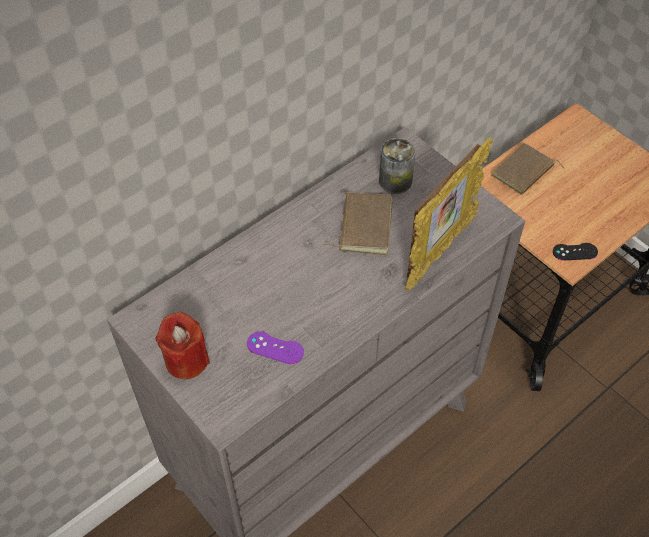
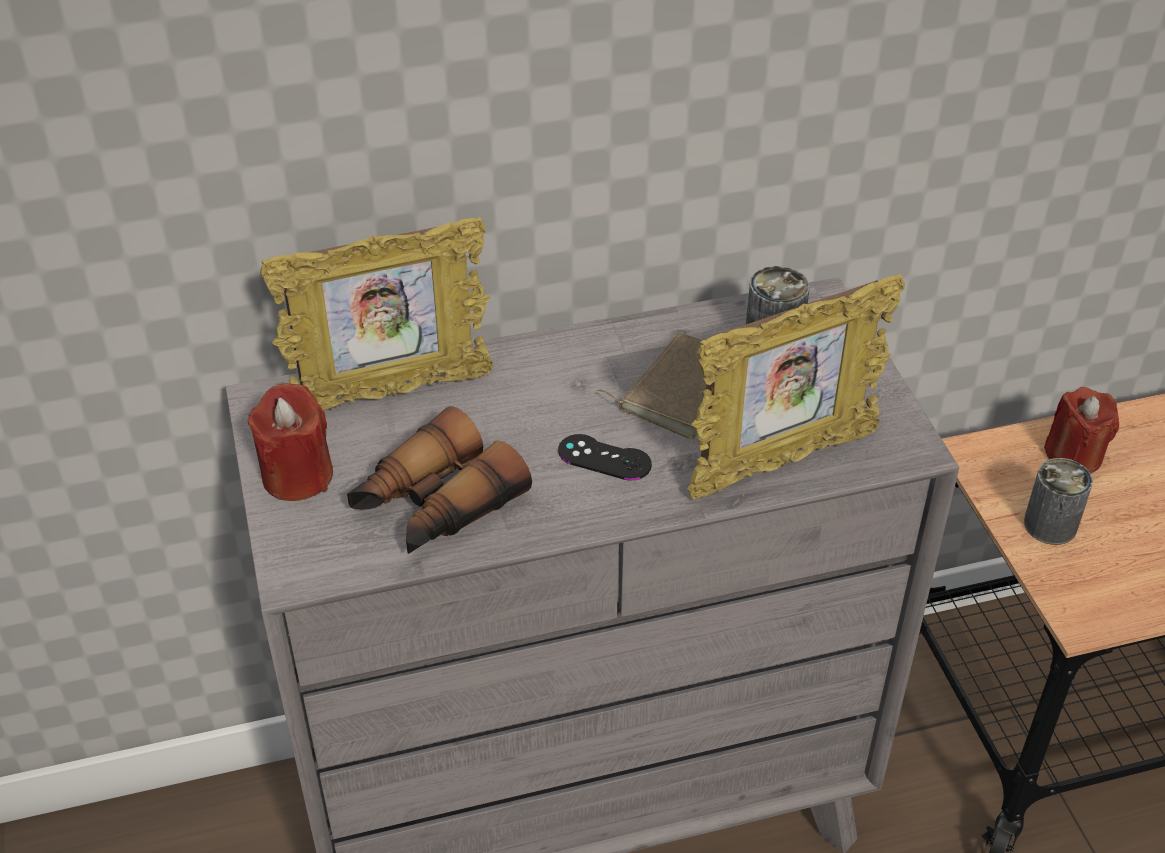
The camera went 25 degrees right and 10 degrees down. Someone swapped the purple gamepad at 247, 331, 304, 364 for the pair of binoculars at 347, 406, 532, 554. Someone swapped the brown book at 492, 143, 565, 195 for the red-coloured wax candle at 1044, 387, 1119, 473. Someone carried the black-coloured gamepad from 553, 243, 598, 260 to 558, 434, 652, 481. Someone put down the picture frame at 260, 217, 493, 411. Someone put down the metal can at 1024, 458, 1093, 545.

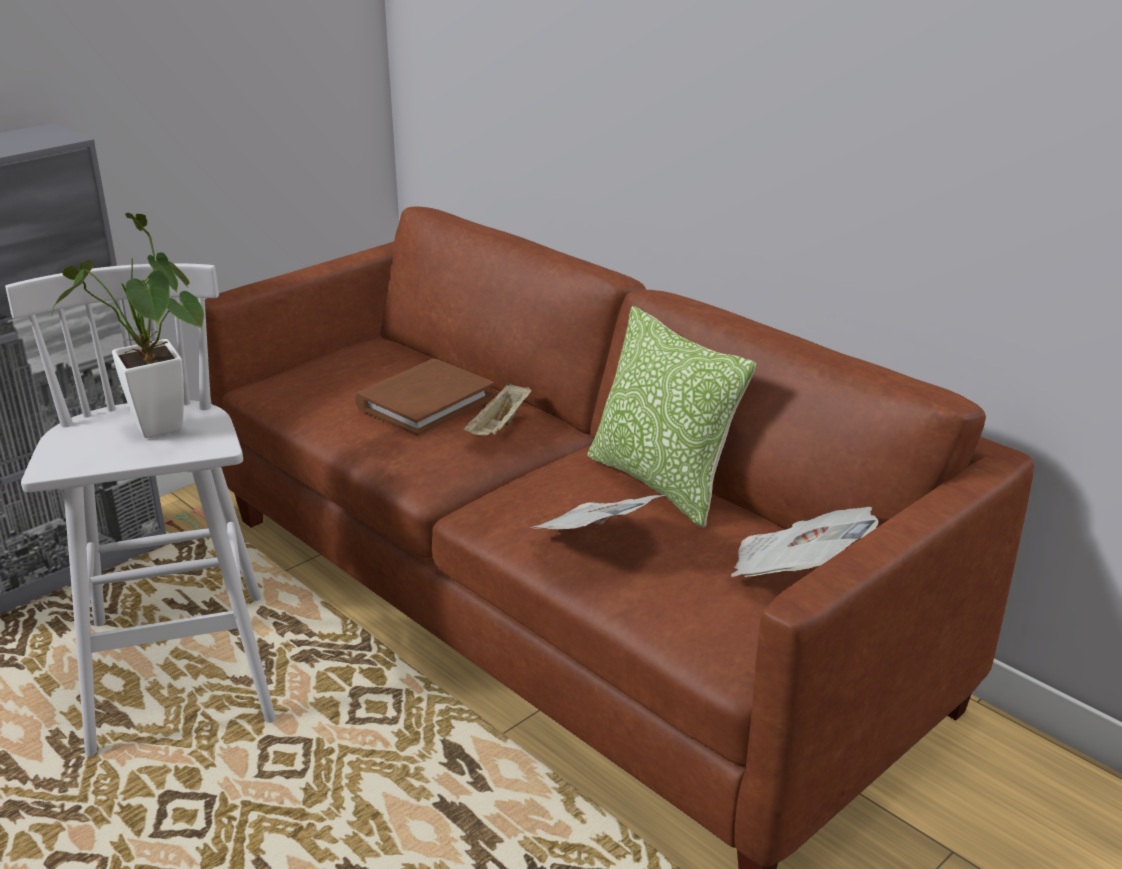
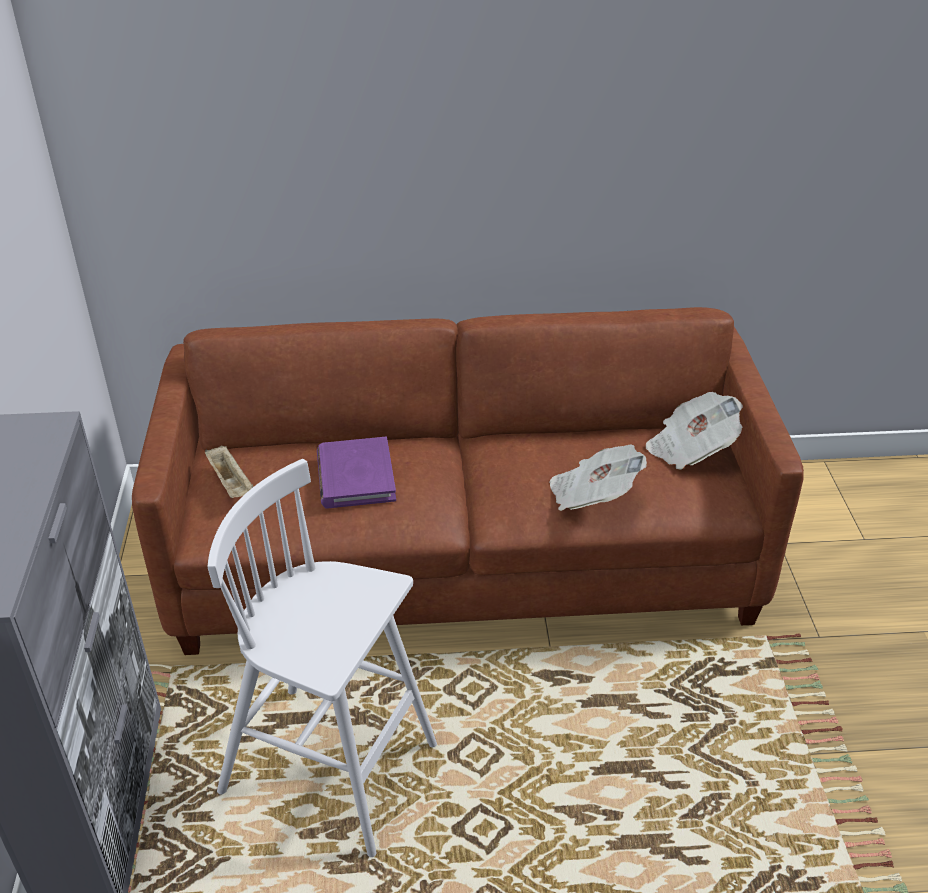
The camera went 50 degrees left and 10 degrees up. Someone took away the potted plant at 51, 213, 204, 438. Someone repainted the brown book at 355, 359, 494, 436, which became the purple book at 317, 437, 396, 509. Someone carried the beige-coloured serving tray from 464, 382, 531, 435 to 205, 445, 253, 498. Someone took away the cushion at 587, 306, 756, 528.

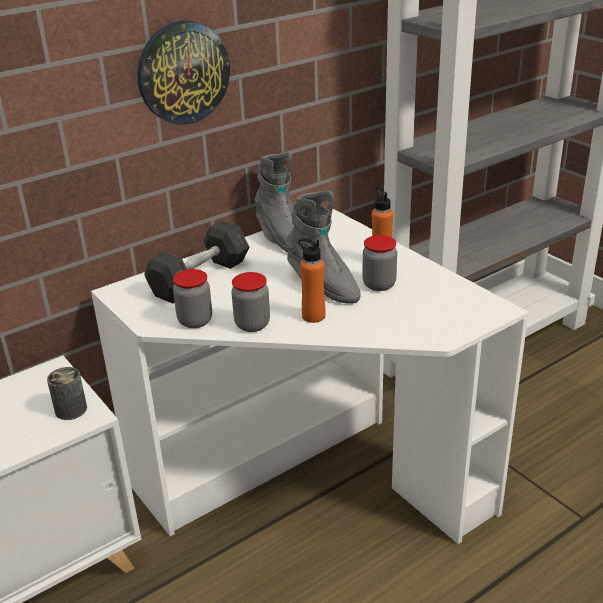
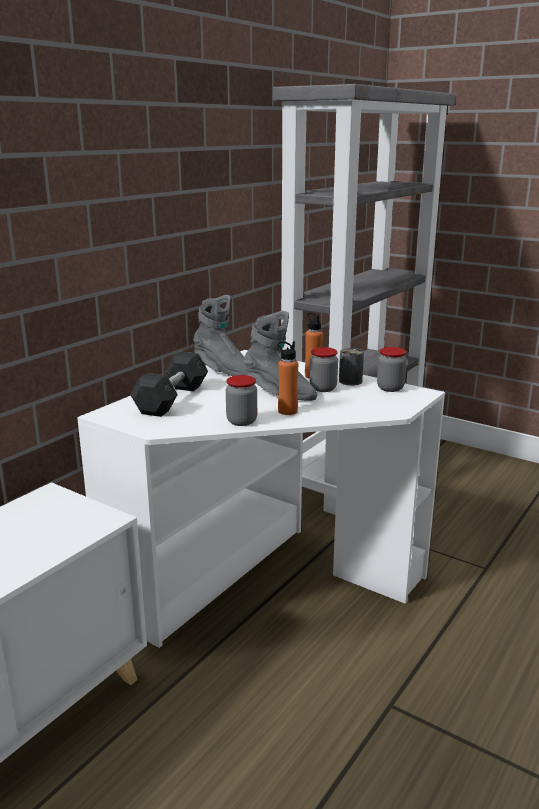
The camera went 20 degrees left and 10 degrees down. Someone carried the metal can from 47, 367, 87, 420 to 339, 348, 364, 385. Someone took away the wall clock at 137, 21, 230, 125. Someone carried the preserve jar from 173, 269, 212, 328 to 377, 347, 407, 392.

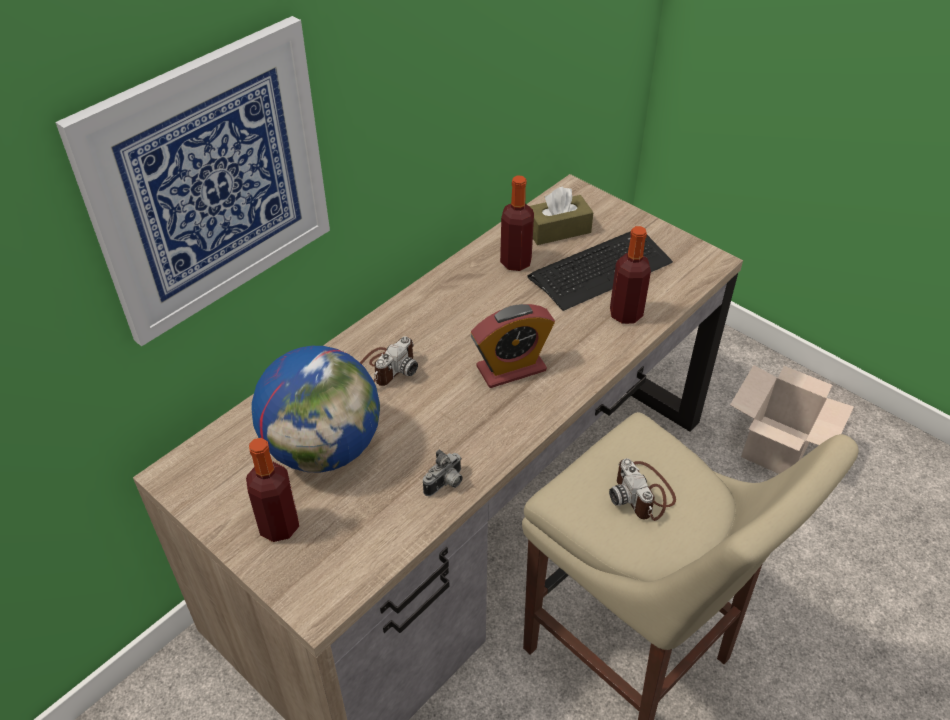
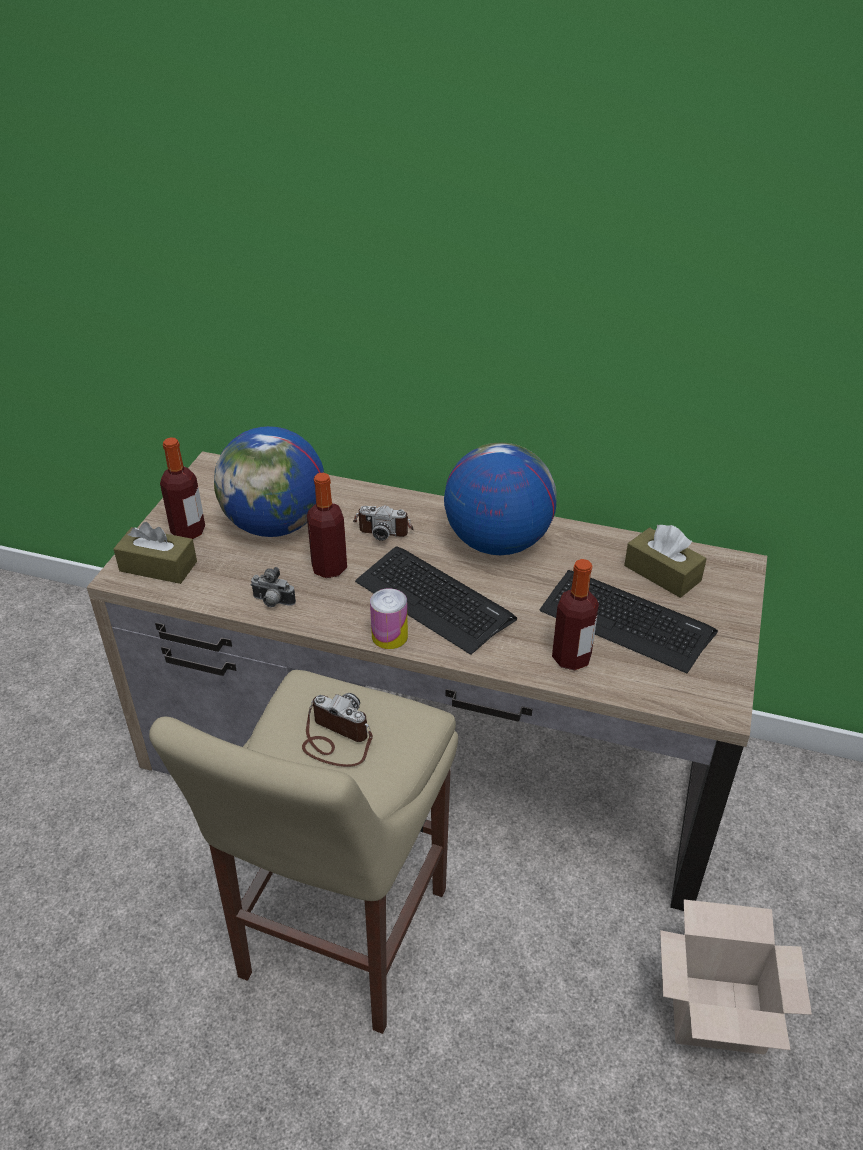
The camera went 65 degrees right and 5 degrees down. Someone took away the wall picture at 55, 16, 330, 347. Someone swapped the bedside clock at 471, 304, 555, 388 for the computer keyboard at 355, 546, 517, 655. Someone carried the bottle from 500, 175, 534, 271 to 307, 473, 347, 578. Someone rotated the photo camera at 609, 458, 676, 521 by 75 degrees clockwise. Someone put down the brown box of tissues at 114, 522, 197, 584. Someone put down the metal can at 370, 588, 408, 649. Someone put down the desk globe at 444, 442, 557, 555.

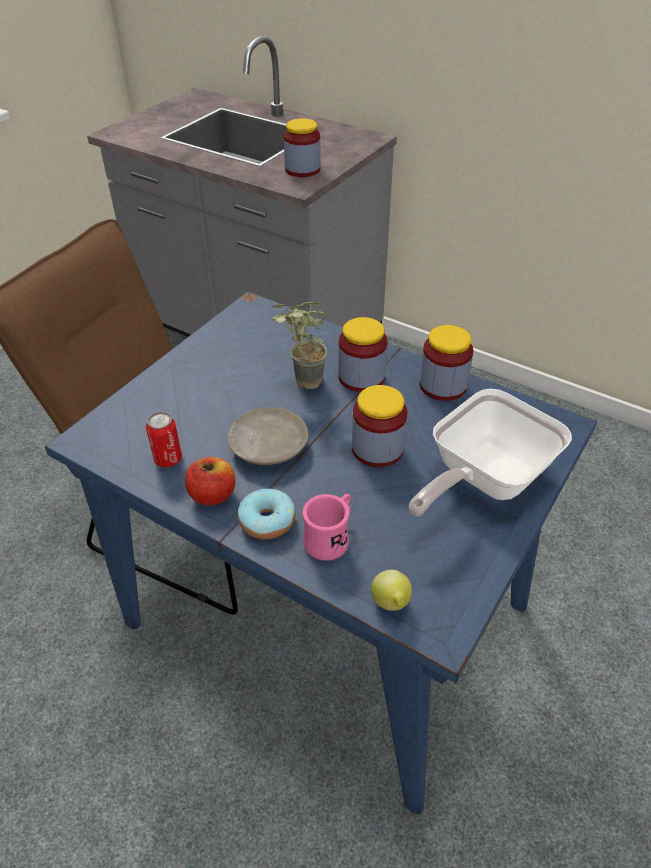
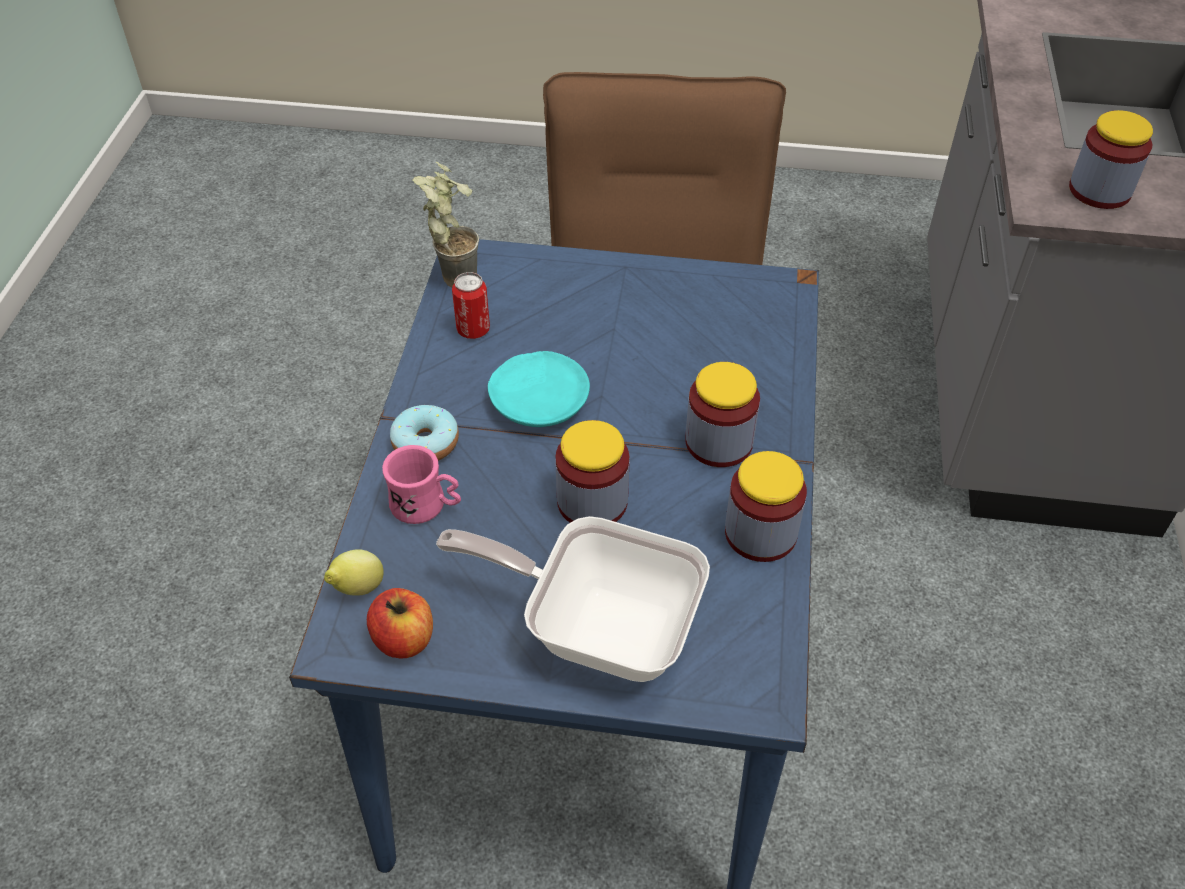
The camera went 65 degrees right and 5 degrees up. Someone carried the apple fruit from 185, 457, 236, 505 to 367, 588, 433, 659. Someone repainted the beige-coloured plate at 227, 407, 308, 465, which became the blue-green plate at 488, 351, 590, 427. Someone carried the potted plant from 271, 302, 327, 389 to 413, 162, 479, 287.

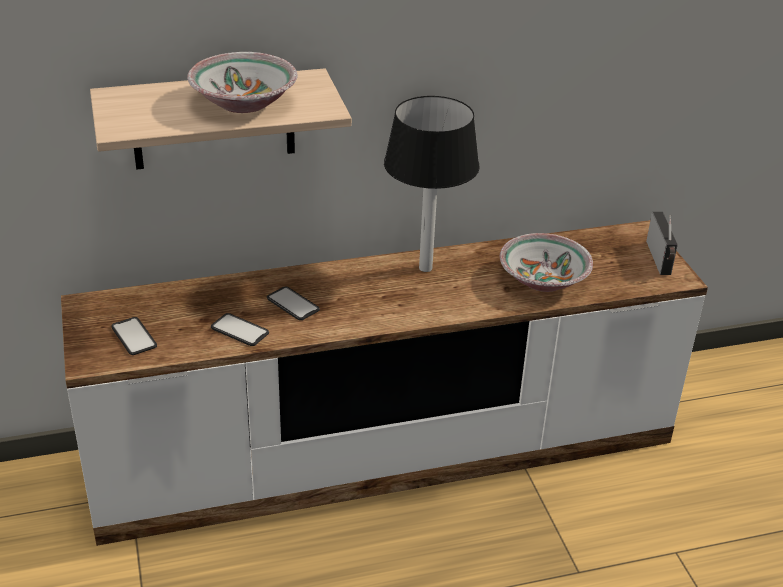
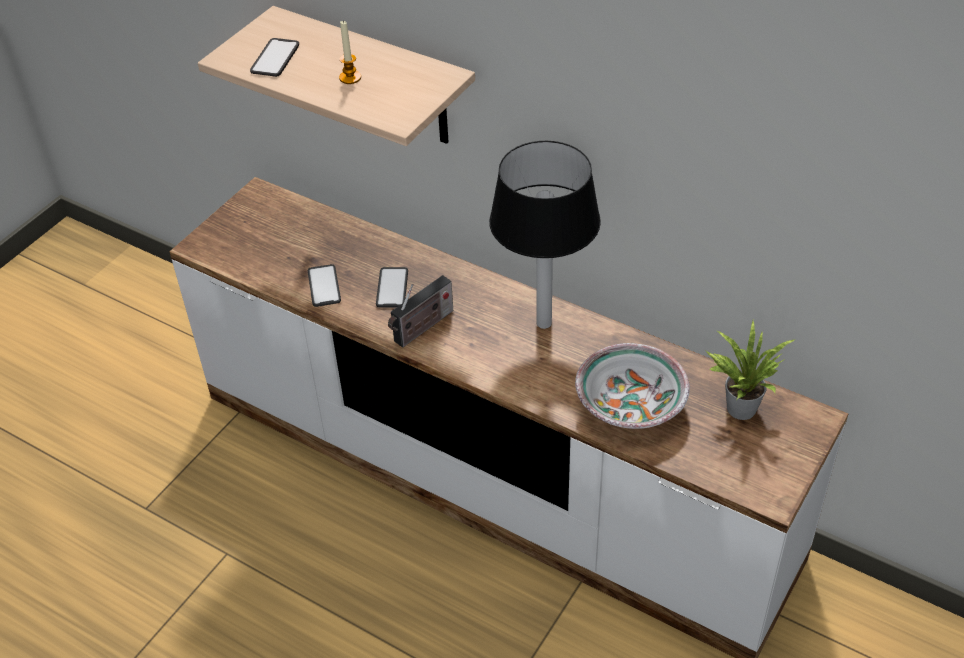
The camera went 50 degrees right and 10 degrees up. Someone carried the handset from 111, 317, 157, 355 to 250, 38, 299, 77. Someone swapped the deep dish at 187, 52, 298, 113 for the wax candle at 339, 21, 361, 84. Someone carried the radio set from 646, 212, 678, 275 to 388, 275, 453, 347. Someone put down the potted plant at 704, 321, 796, 420.

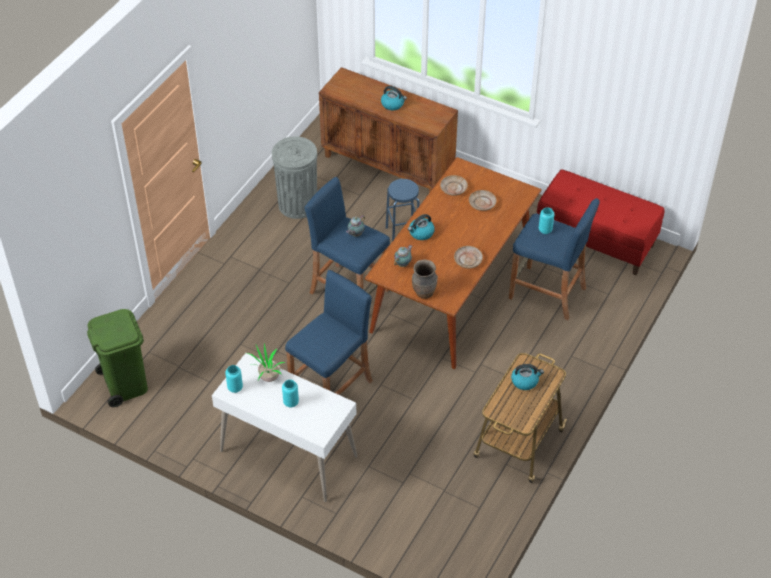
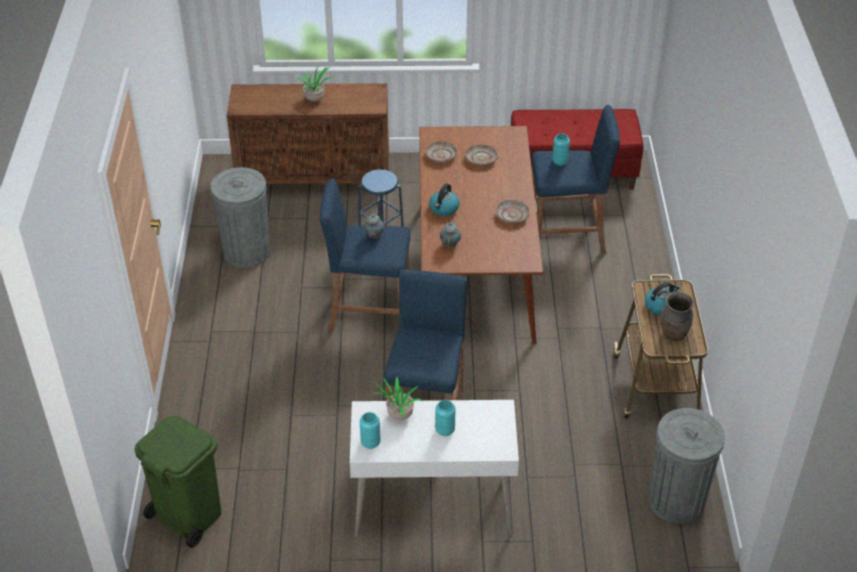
The camera went 30 degrees left and 5 degrees down. Someone swapped the kettle at 381, 86, 407, 110 for the potted plant at 297, 66, 332, 102. Someone carried the brown flower vase from 412, 260, 438, 299 to 660, 291, 694, 341. Someone put down the gray rubbish bin at 648, 408, 725, 524.

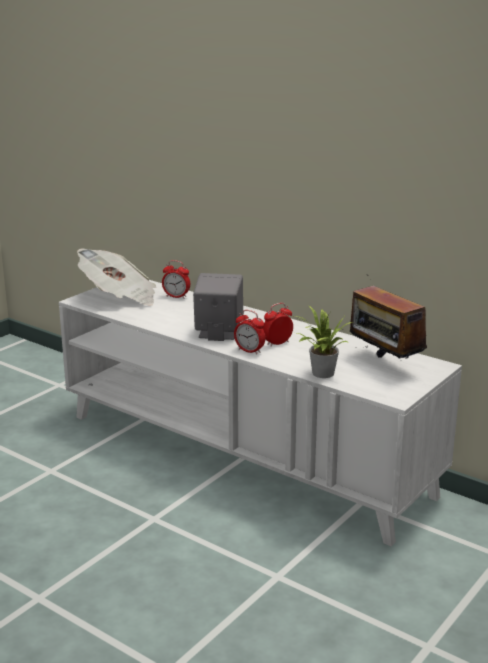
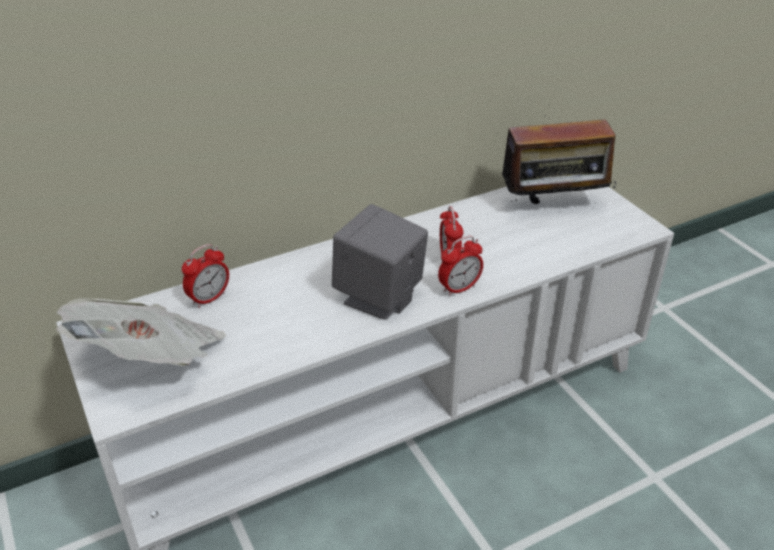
The camera went 65 degrees left and 15 degrees up. Someone took away the potted plant at 295, 305, 353, 378.

